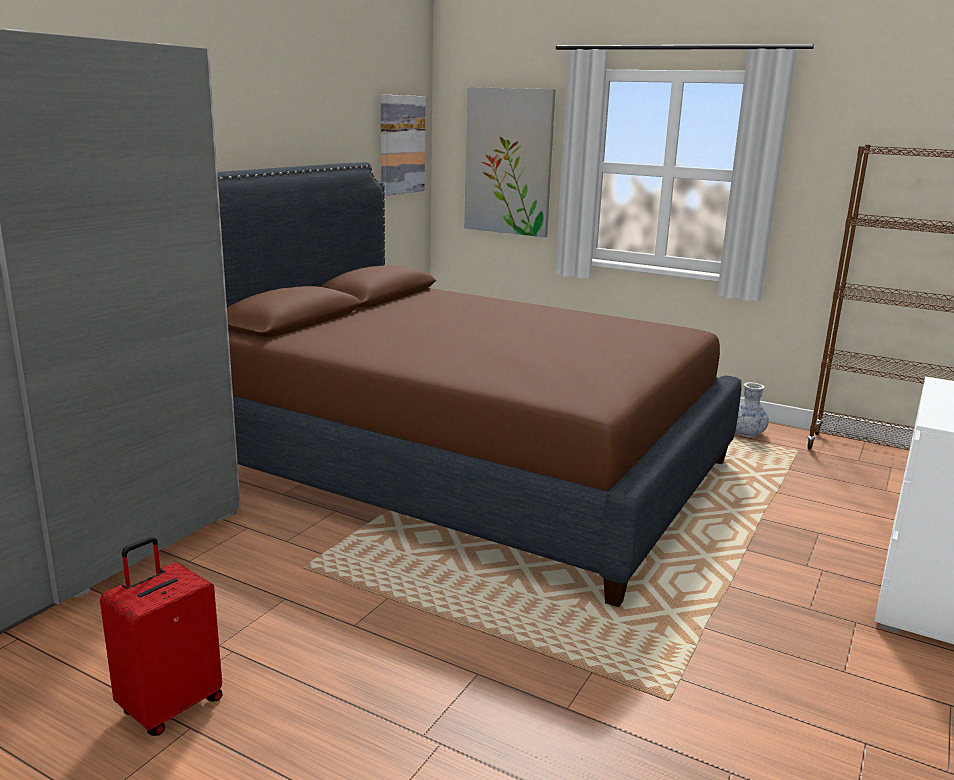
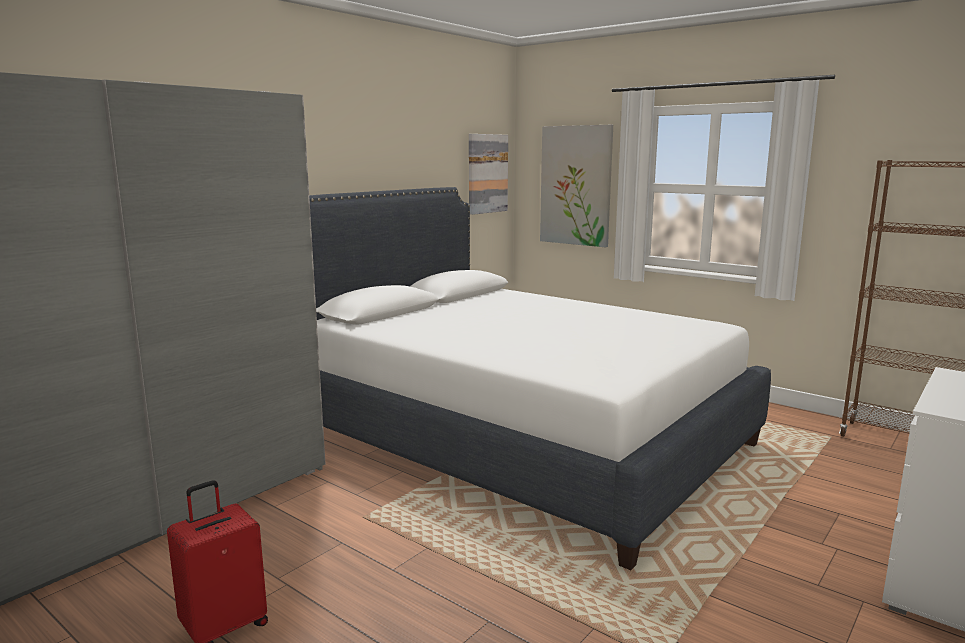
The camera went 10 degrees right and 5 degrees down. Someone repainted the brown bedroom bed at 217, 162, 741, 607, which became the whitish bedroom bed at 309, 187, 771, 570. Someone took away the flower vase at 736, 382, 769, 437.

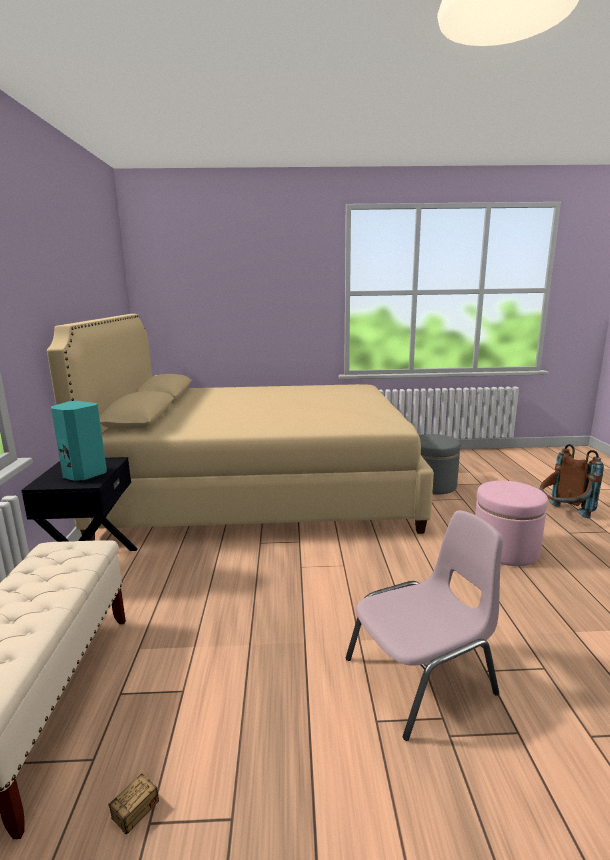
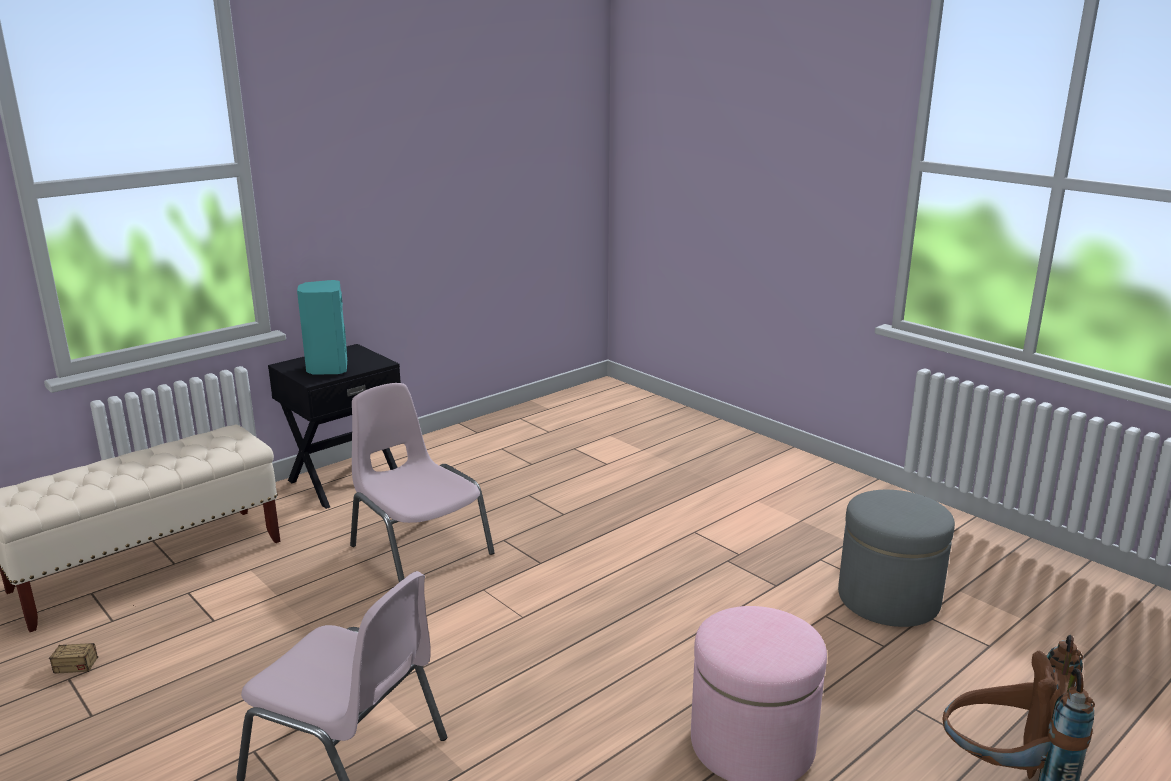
The camera went 50 degrees right and 5 degrees up. Someone took away the beige-coloured bedroom bed at 47, 314, 434, 541. Someone put down the pinkish chair at 350, 383, 495, 582.

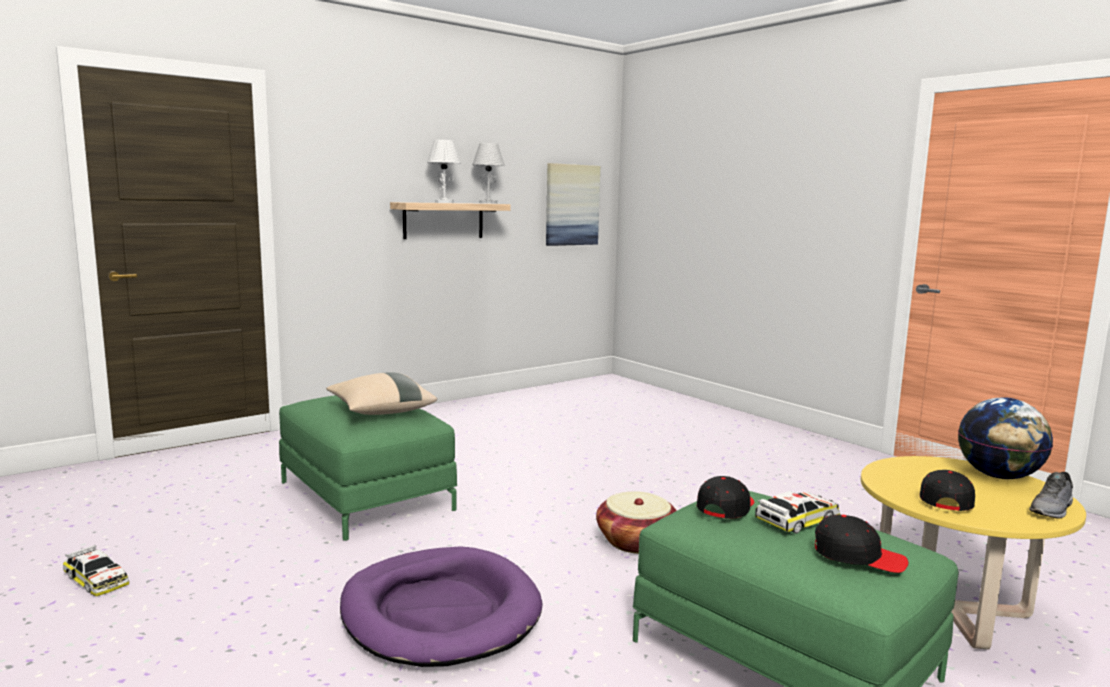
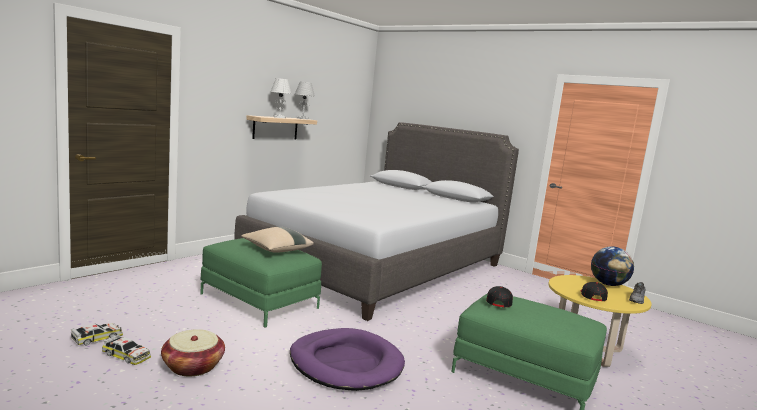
The camera went 15 degrees left and 0 degrees up. Someone took away the wall picture at 546, 163, 600, 246. Someone carried the household basket from 596, 491, 677, 554 to 161, 329, 225, 377. Someone carried the miniature car from 755, 491, 840, 534 to 70, 323, 123, 345. Someone took away the black-coloured cap at 815, 515, 908, 573. Someone put down the gray bedroom bed at 234, 122, 519, 321.

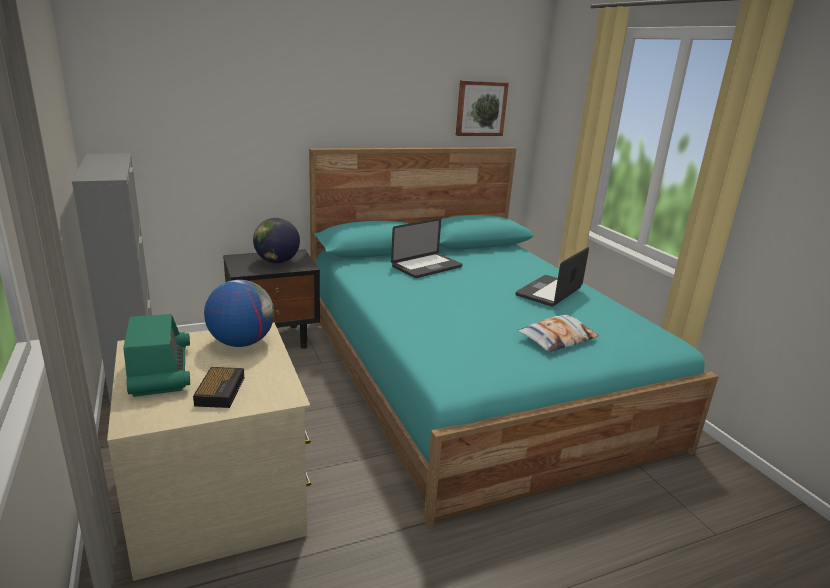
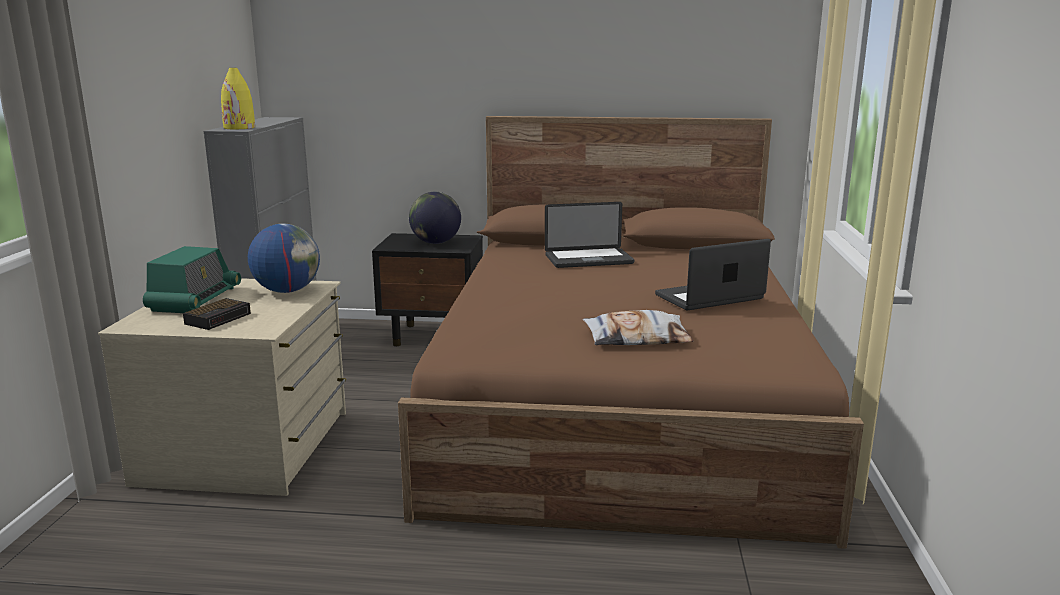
The camera went 30 degrees right and 5 degrees down. Someone repainted the blue-green bedroom bed at 309, 147, 719, 528, which became the brown bedroom bed at 398, 116, 864, 549. Someone took away the wall picture at 456, 80, 509, 136. Someone put down the yellowish flower vase at 221, 68, 255, 129.

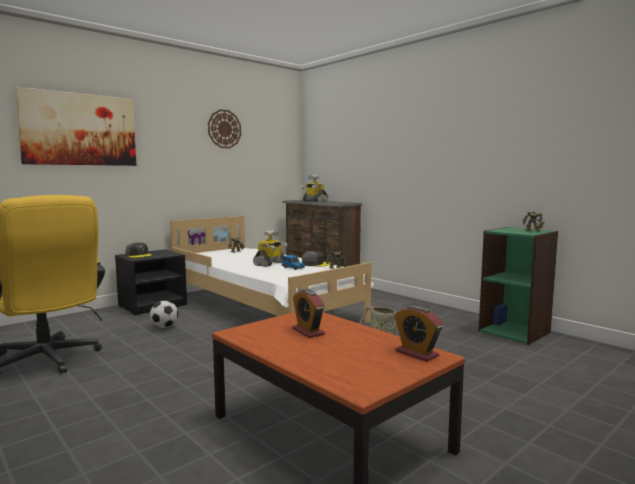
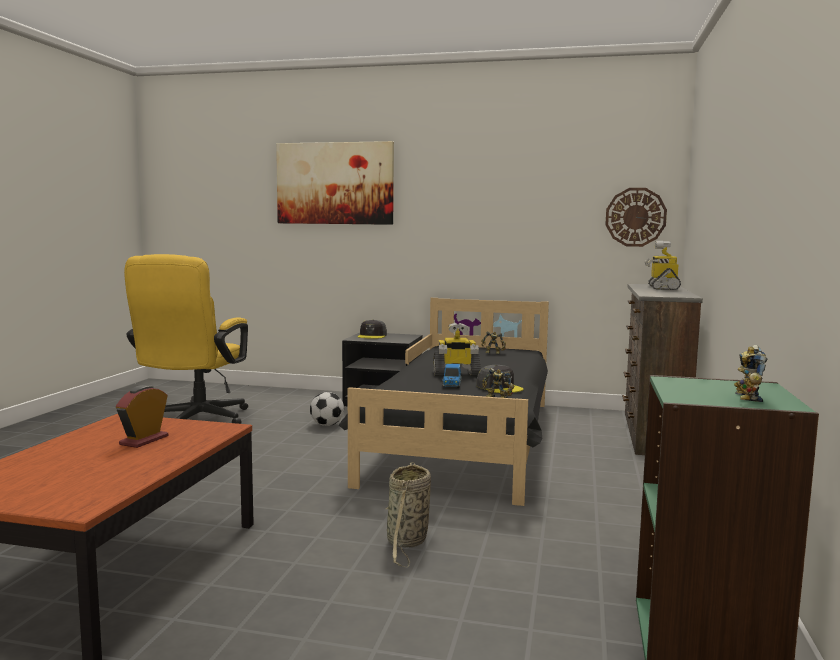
The camera went 55 degrees right and 0 degrees up. Someone repainted the whitish bedroom bed at 170, 215, 374, 323, which became the black-coloured bedroom bed at 339, 298, 549, 506. Someone carried the wall clock from 208, 109, 241, 148 to 605, 188, 667, 247. Someone took away the bedside clock at 395, 305, 443, 362.

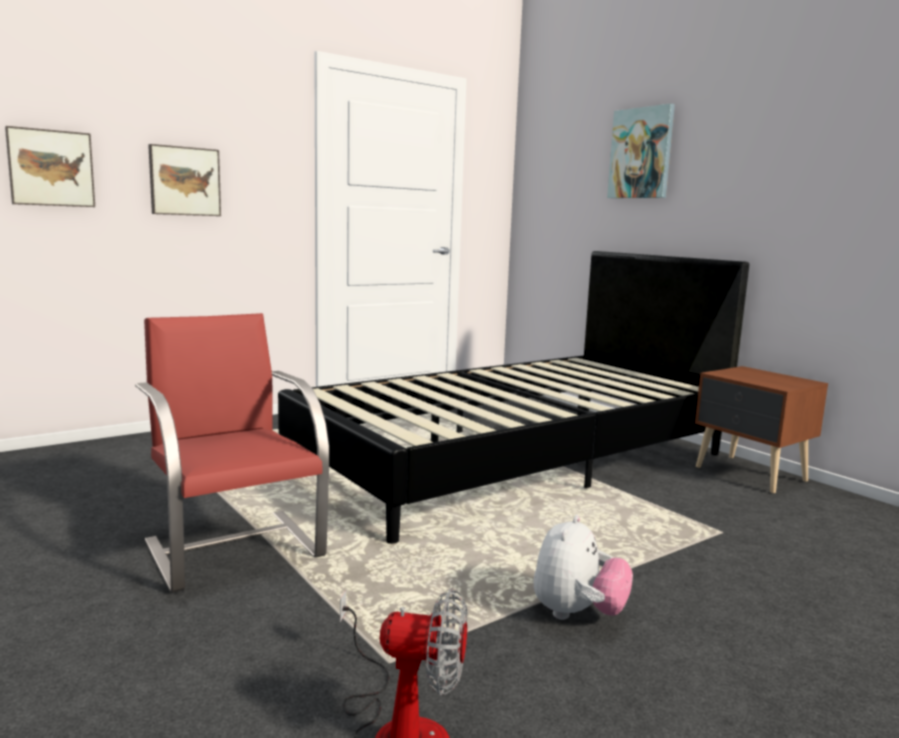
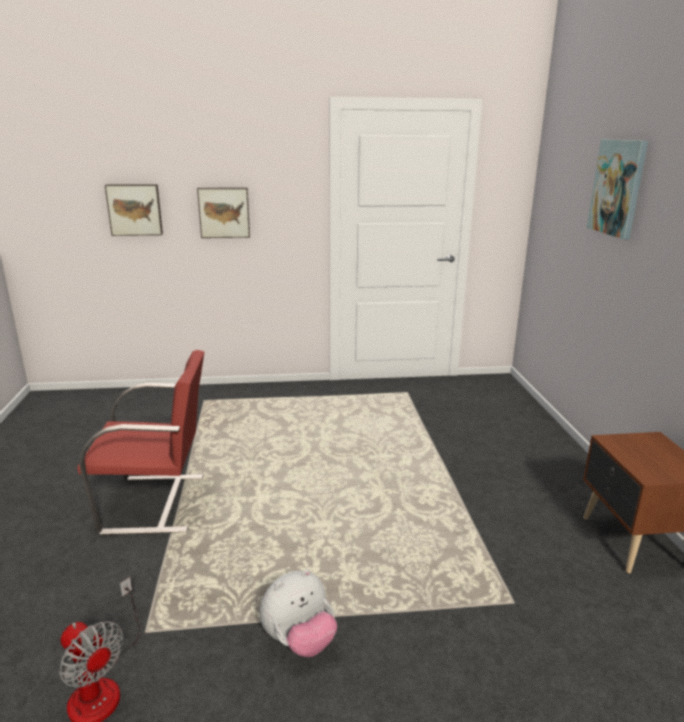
The camera went 30 degrees right and 10 degrees up. Someone rotated the red-coloured chair at 135, 313, 329, 593 by 90 degrees clockwise. Someone took away the black-coloured bedroom bed at 278, 251, 749, 544.

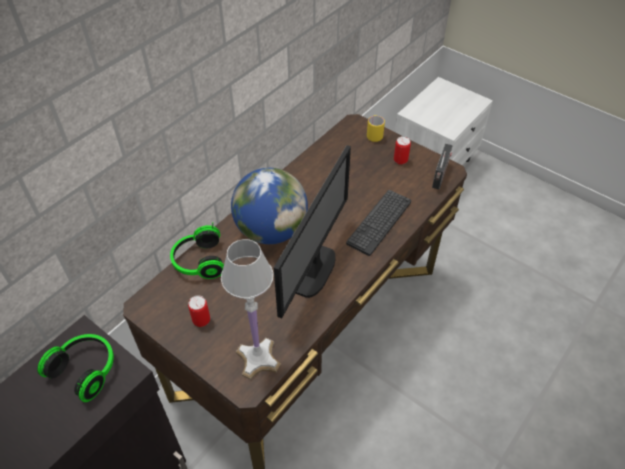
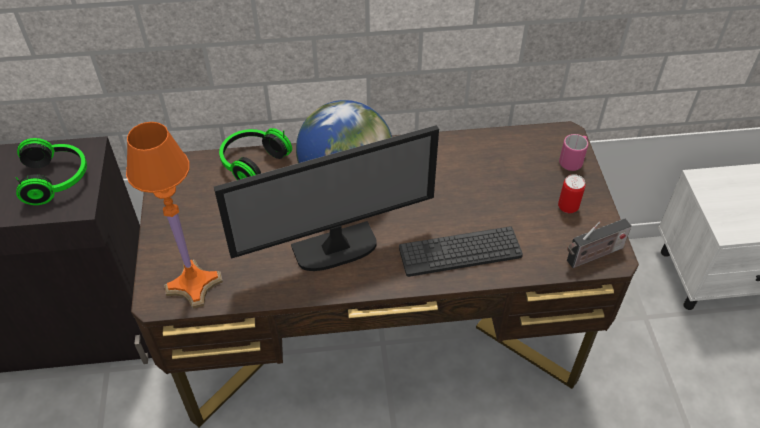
The camera went 45 degrees right and 0 degrees up. Someone took away the metal can at 188, 295, 210, 327. Someone repainted the whitish tabletop lamp at 221, 239, 281, 380, which became the orange tabletop lamp at 126, 122, 223, 309. Someone repainted the yellowish mug at 367, 115, 385, 142, which became the pinkish mug at 559, 134, 588, 171.

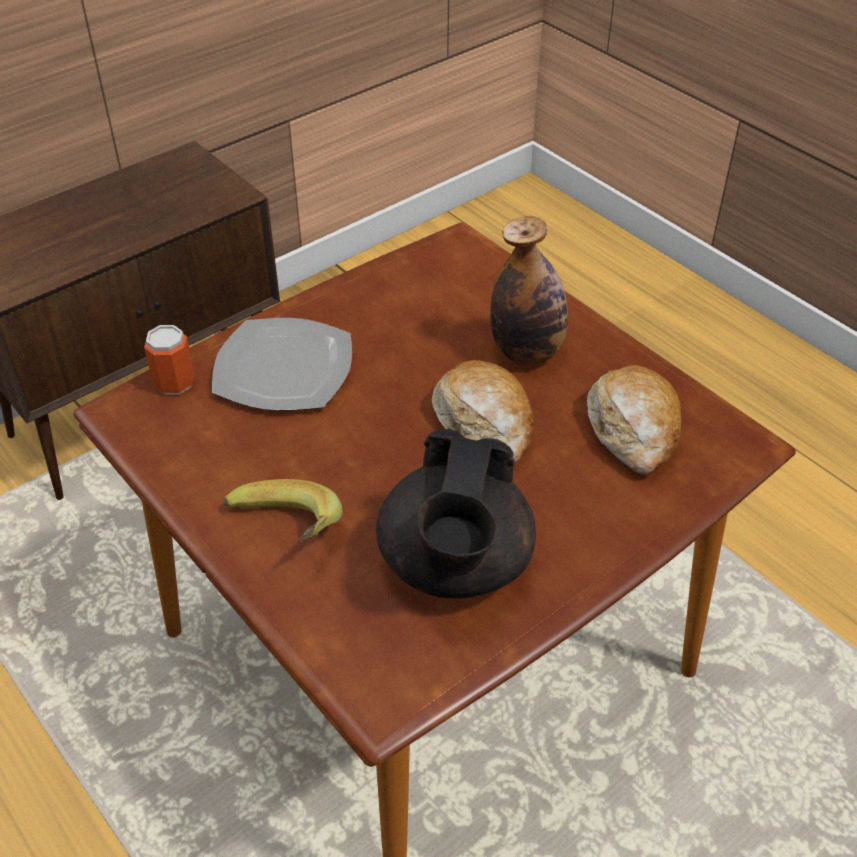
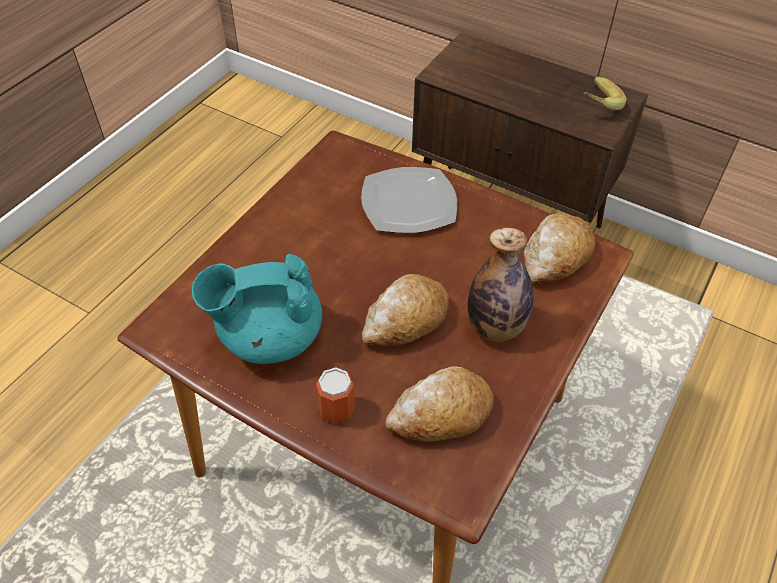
The camera went 70 degrees right and 5 degrees up. Someone carried the metal can from 144, 325, 194, 395 to 316, 367, 355, 424. Someone carried the banana from 224, 479, 343, 542 to 583, 77, 627, 111. Someone repainted the black-coloured pot for tea at 376, 429, 536, 598, which became the blue-green pot for tea at 192, 254, 322, 364. Someone put down the bakery bread at 524, 213, 595, 284.

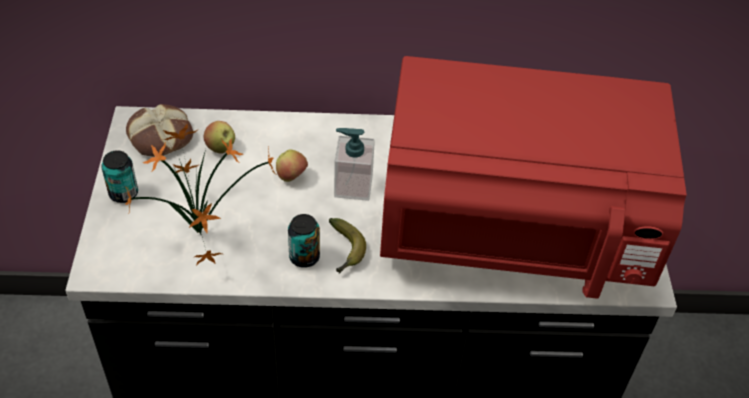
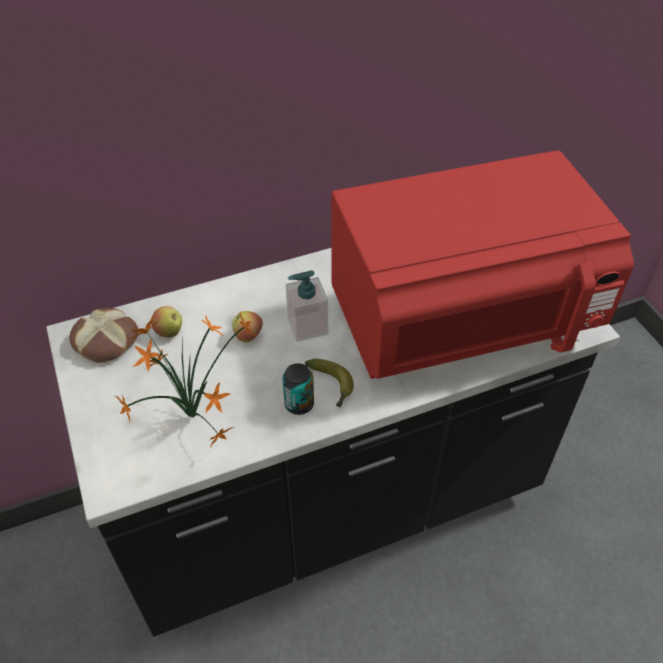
The camera went 20 degrees left and 0 degrees up. Someone took away the metal can at 101, 150, 138, 203.

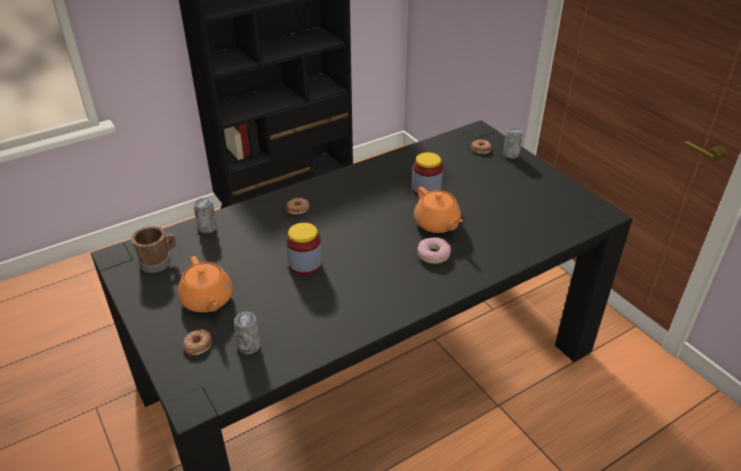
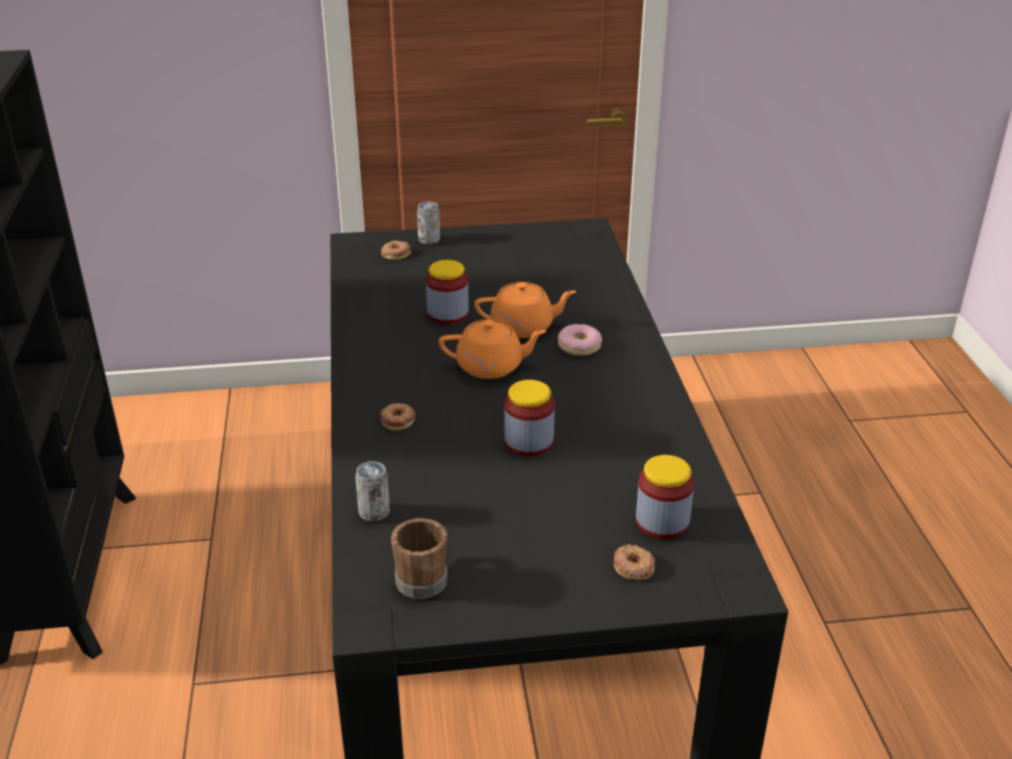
The camera went 65 degrees left and 5 degrees down. Someone carried the orange pot for tea from 178, 256, 233, 312 to 439, 319, 547, 379. Someone swapped the metal can at 234, 312, 261, 354 for the preserve jar at 636, 455, 694, 539.

